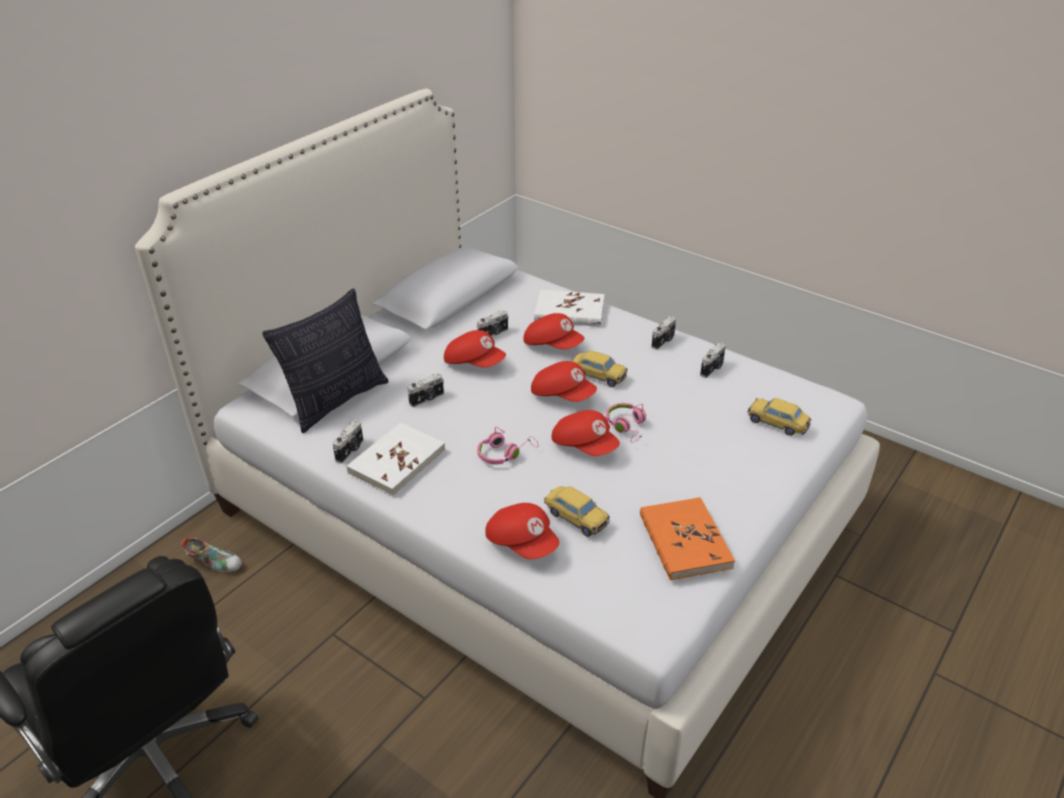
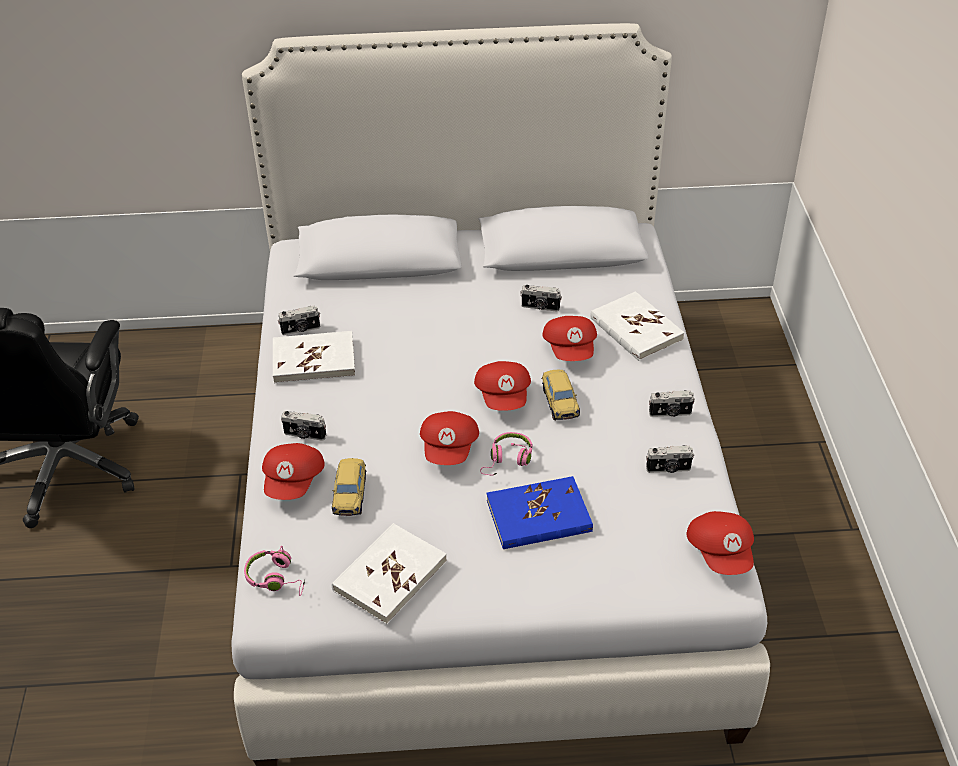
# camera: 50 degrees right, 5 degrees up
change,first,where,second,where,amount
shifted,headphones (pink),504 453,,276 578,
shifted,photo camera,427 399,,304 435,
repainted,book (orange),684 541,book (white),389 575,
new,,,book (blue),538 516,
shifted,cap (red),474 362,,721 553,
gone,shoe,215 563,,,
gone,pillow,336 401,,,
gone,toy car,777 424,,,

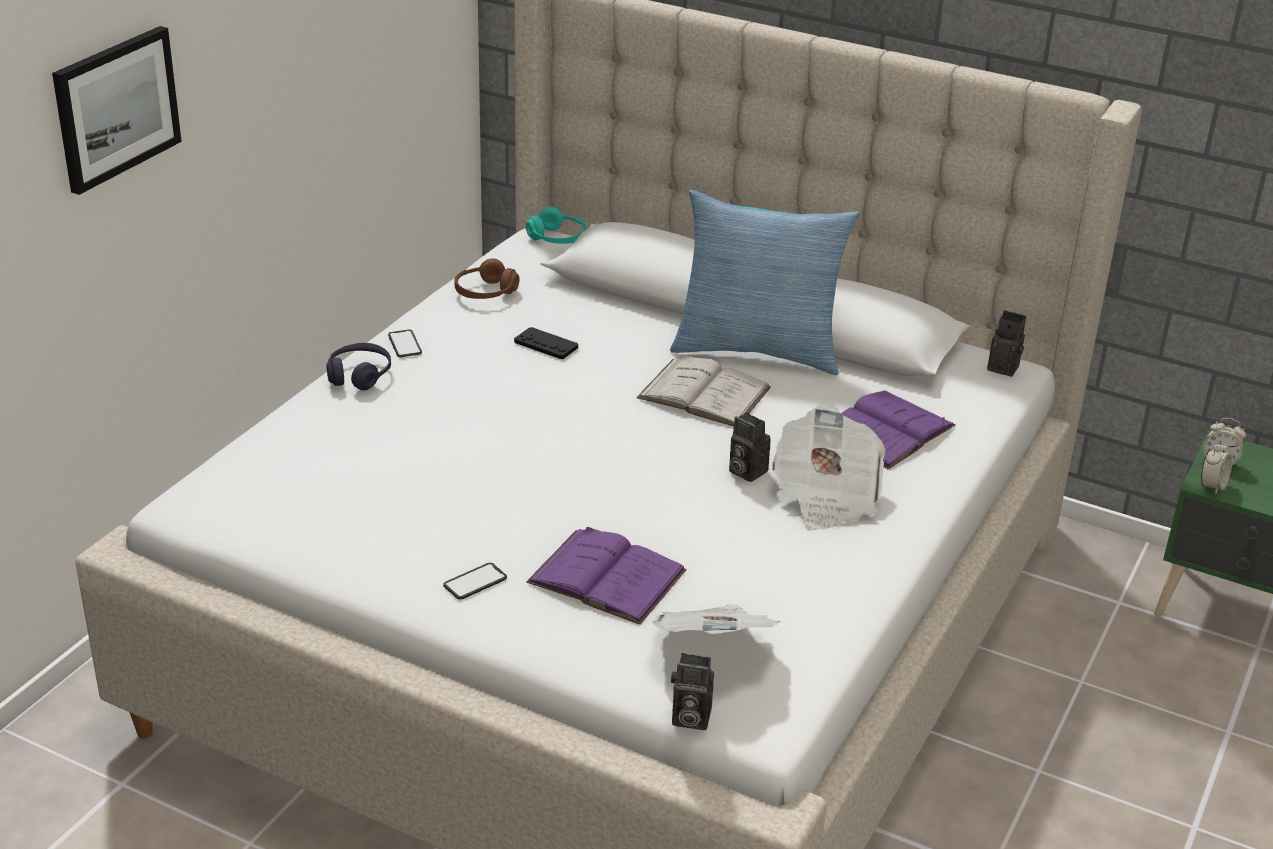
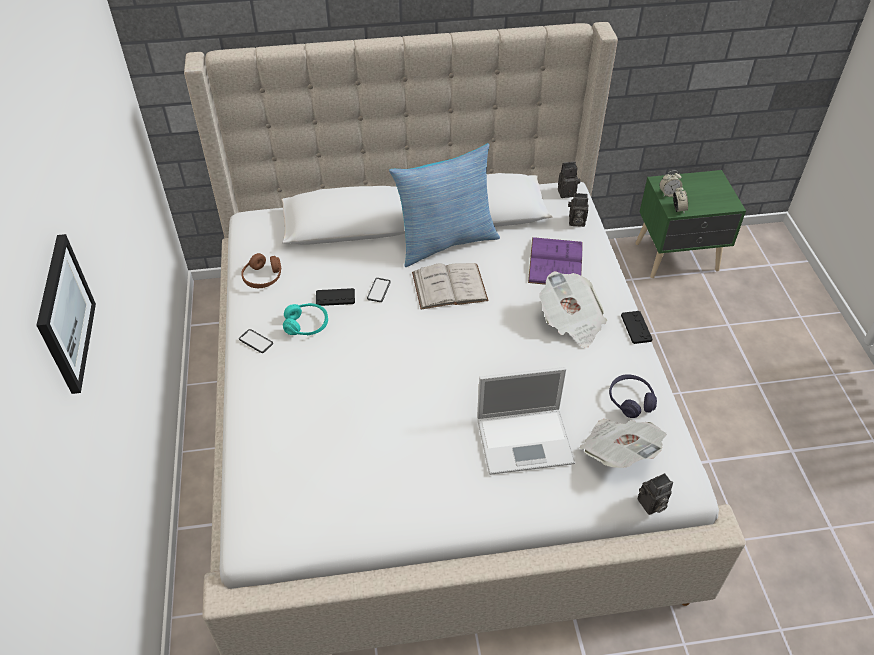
# camera: 35 degrees left, 15 degrees up
change,first,where,second,where,amount
shifted,headphones (turquoise),557 238,,306 325,
shifted,phone,475 582,,378 290,
swapped,book (purple),606 576,laptop,526 440,
shifted,photo camera,745 471,,575 222,
shifted,headphones (purple),359 375,,630 400,
new,,,game controller (black),636 328,

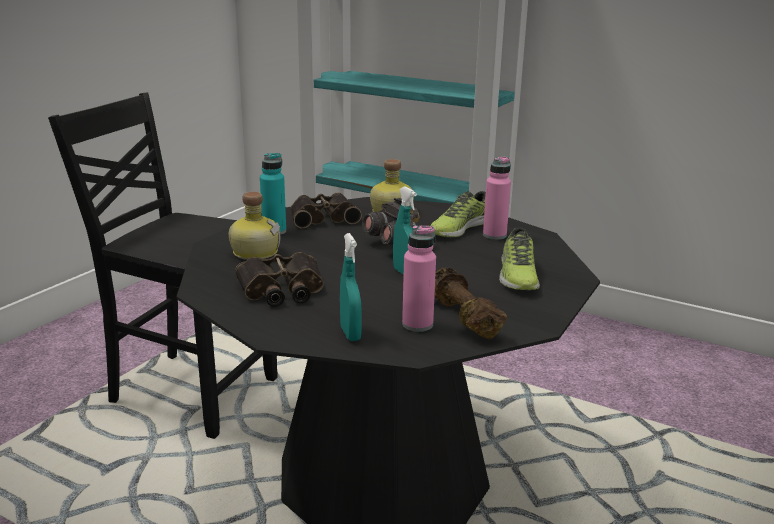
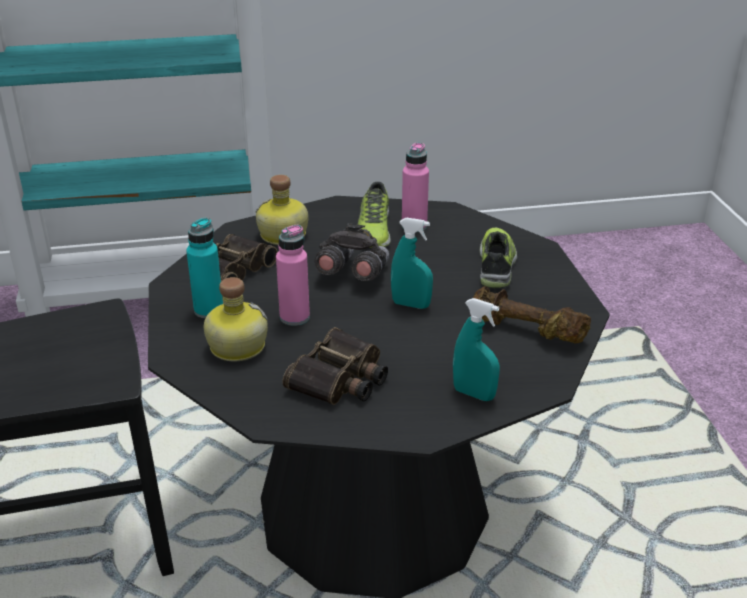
# camera: 40 degrees left, 10 degrees up
change,first,where,second,where,amount
shifted,bottle (pink),417 324,,294 317,
rotated,shoe,517 275,,497 265,135 degrees counterclockwise

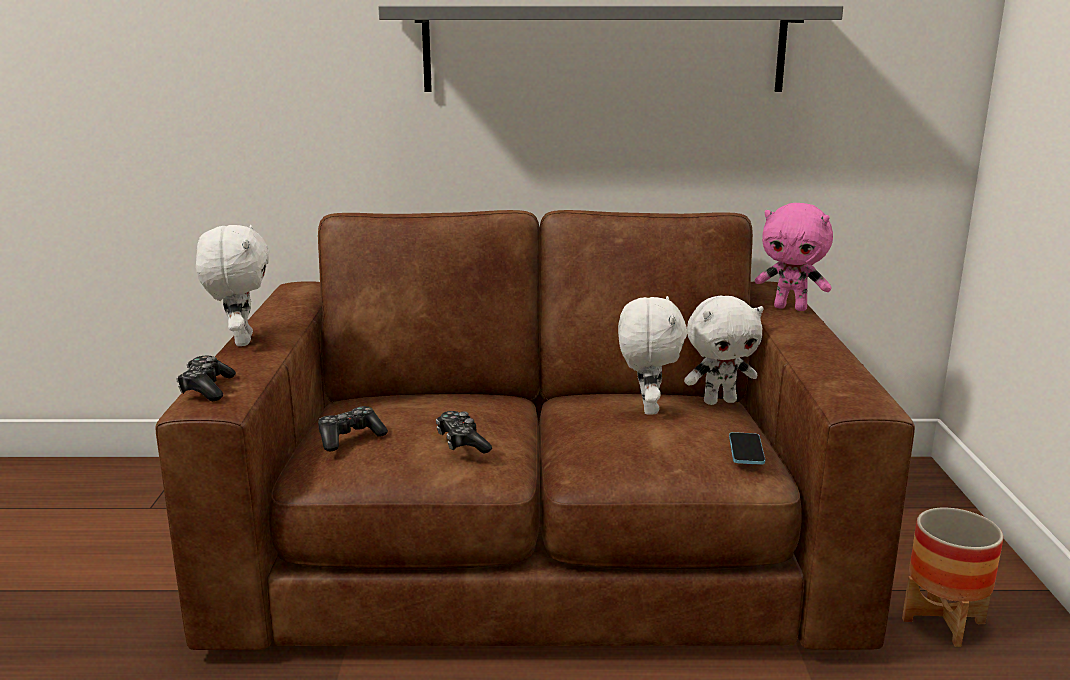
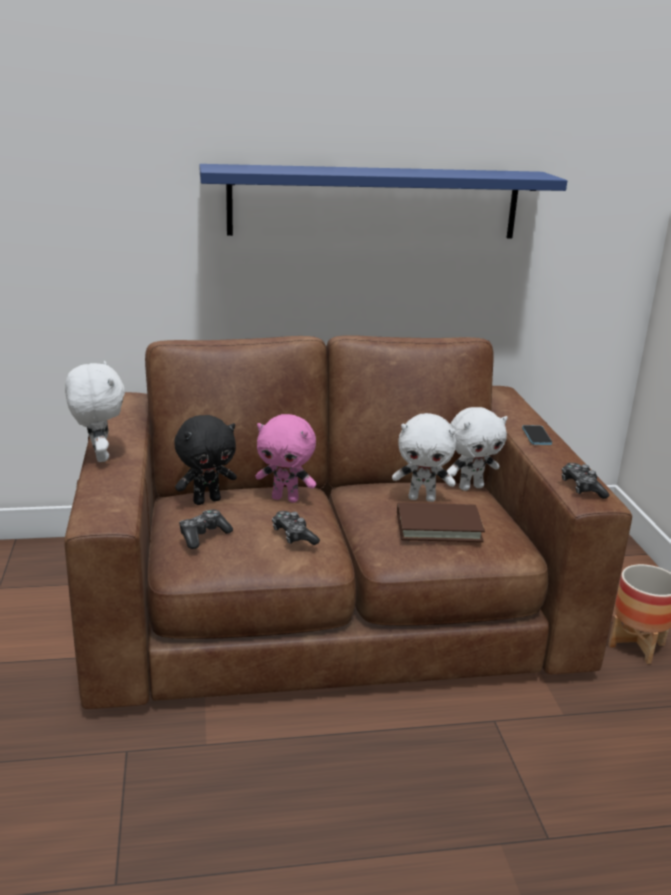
# camera: 10 degrees left, 5 degrees up
change,first,where,second,where,amount
new,,,plush toy (black),207 500,
repainted,shelf (grey),604 49,shelf (blue),375 202,
shifted,plush toy (pink),791 308,,286 498,
rotated,plush toy (white),647 409,,422 498,105 degrees clockwise
new,,,book (brown),438 527,
shifted,phone,746 450,,536 436,
shifted,game controller,207 389,,581 488,

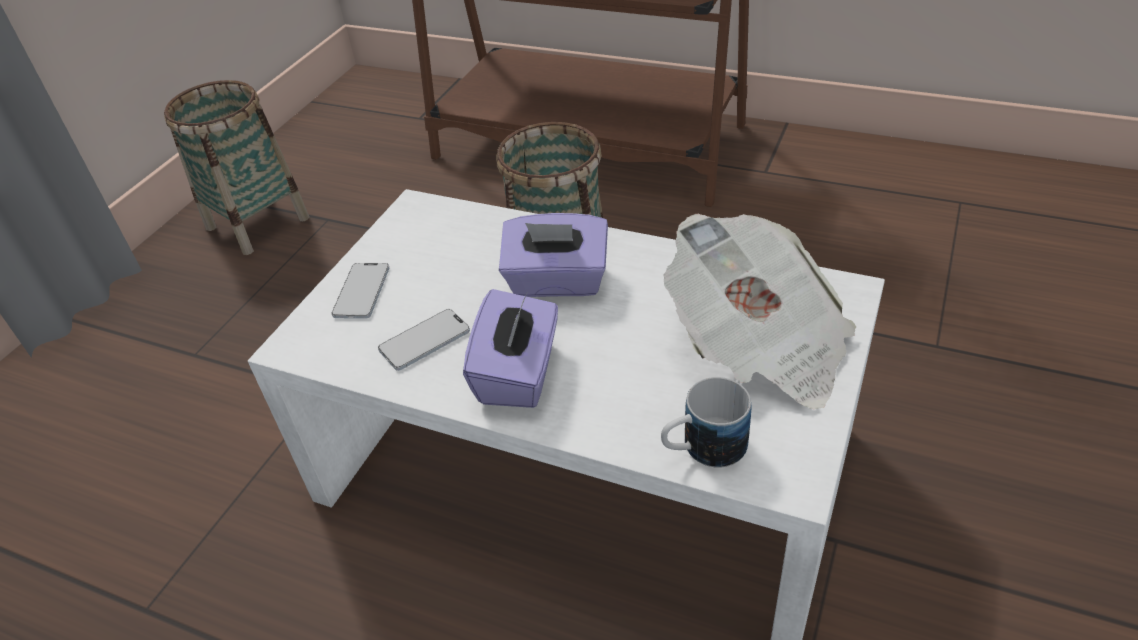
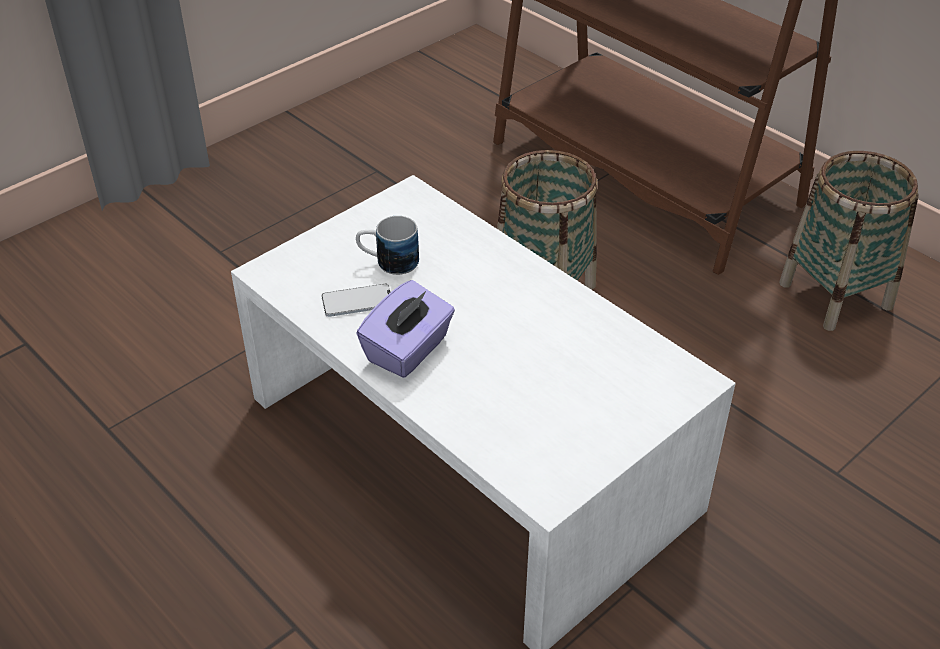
# camera: 20 degrees right, 0 degrees up
change,first,where,second,where,amount
shifted,mug,702 449,,388 262,
shifted,basket,258 223,,835 295,
gone,phone,362 292,,,
gone,tissue box (purple),557 282,,,
gone,newspaper,759 345,,,

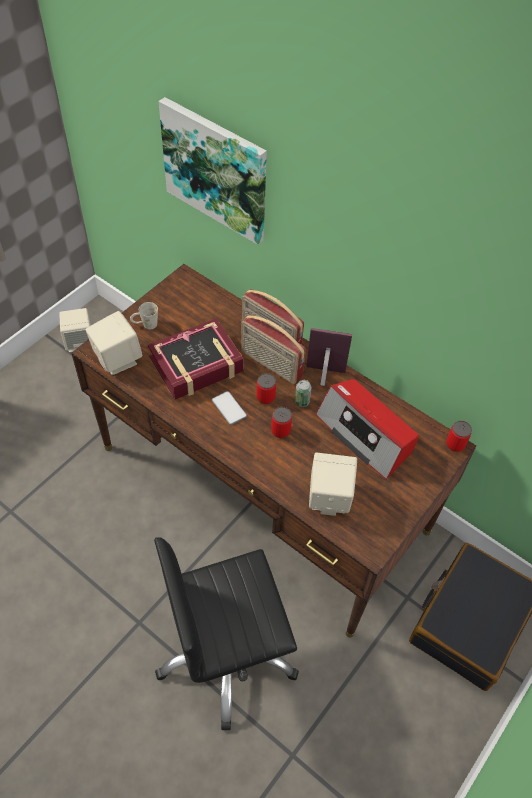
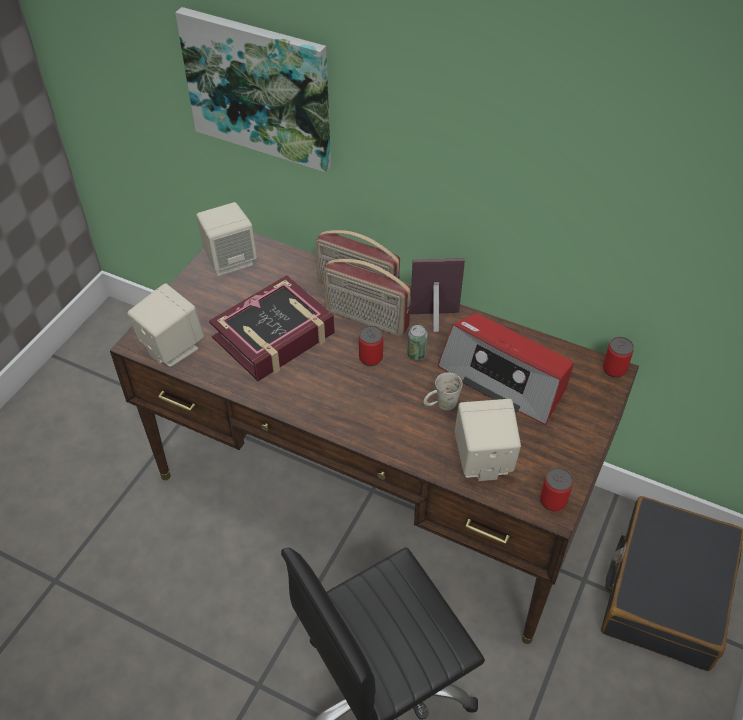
# camera: 10 degrees left, 5 degrees down
change,first,where,second,where,amount
shifted,speaker (beige),80 342,,230 260,
shifted,mug (white),145 325,,440 405,
shifted,can,280 431,,553 501,
gone,phone,229 408,,,

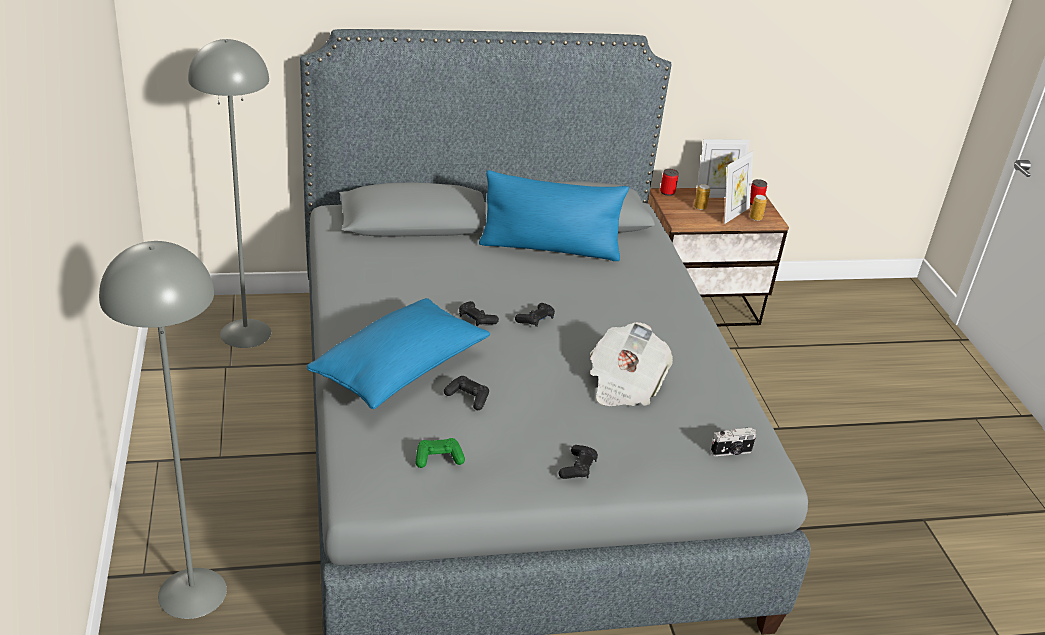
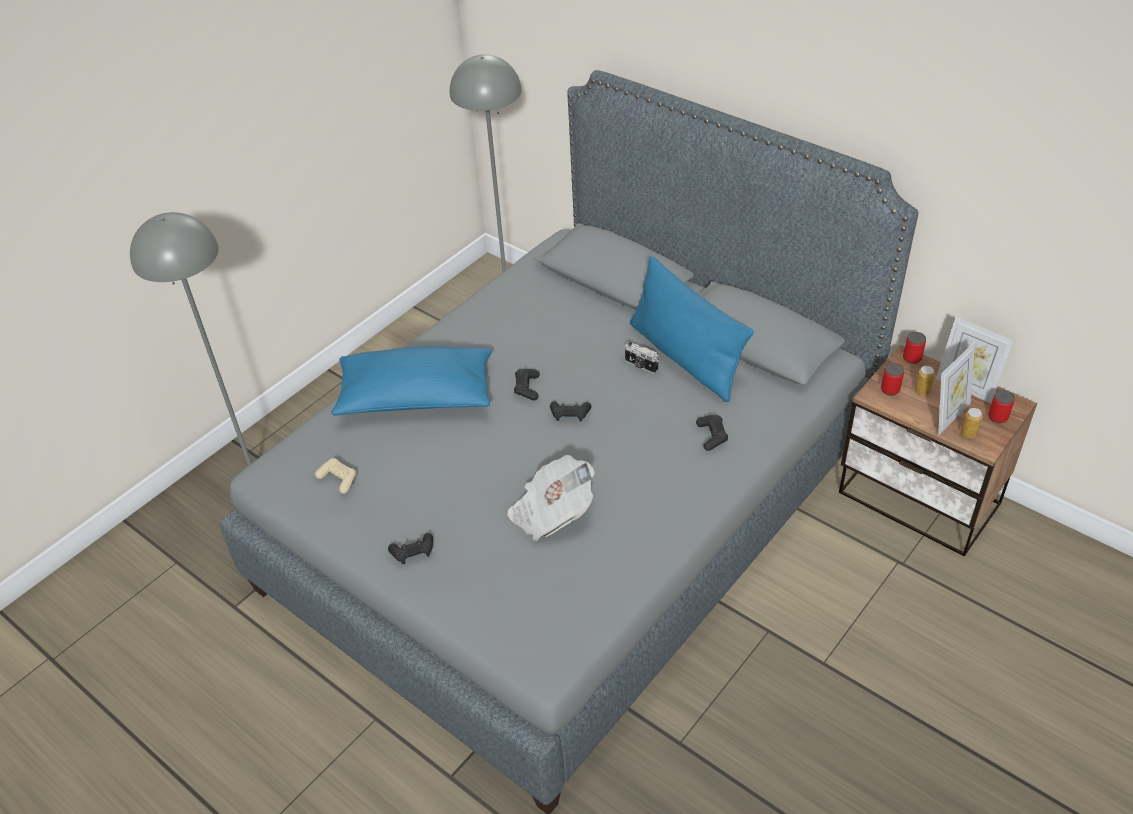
# camera: 55 degrees right, 10 degrees up
change,first,where,second,where,amount
repainted,game controller (green),438 458,game controller (beige),338 479,
shifted,photo camera,731 452,,641 366,
shifted,game controller (black),468 397,,712 436,
new,,,can,890 389,
rotated,picture frame,732 214,,949 416,45 degrees counterclockwise

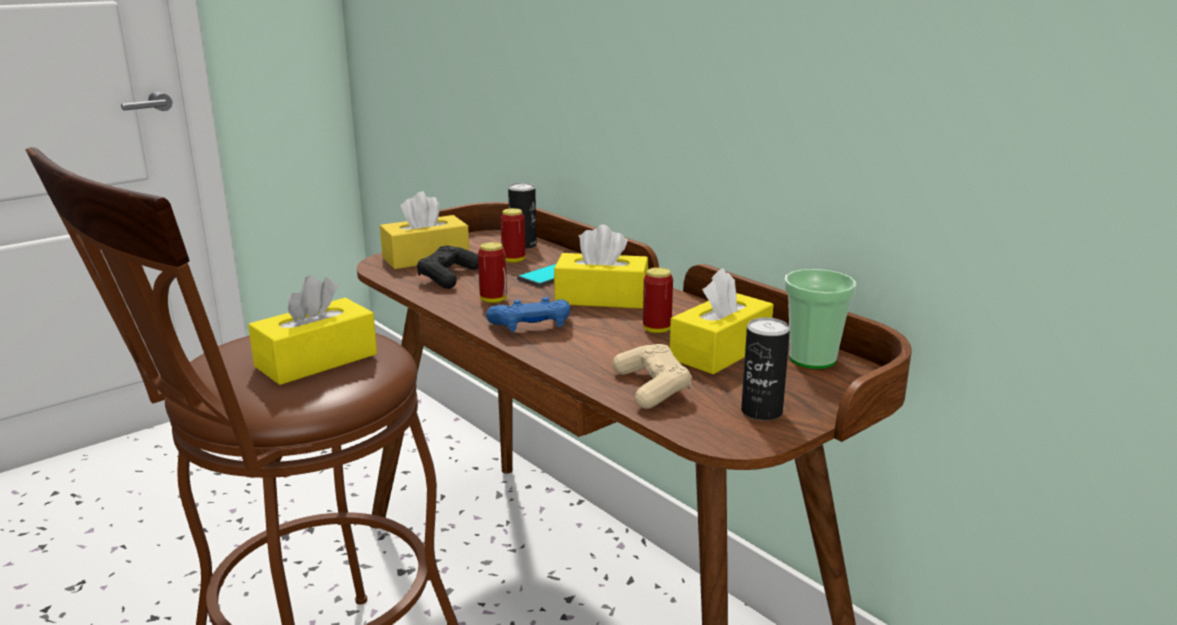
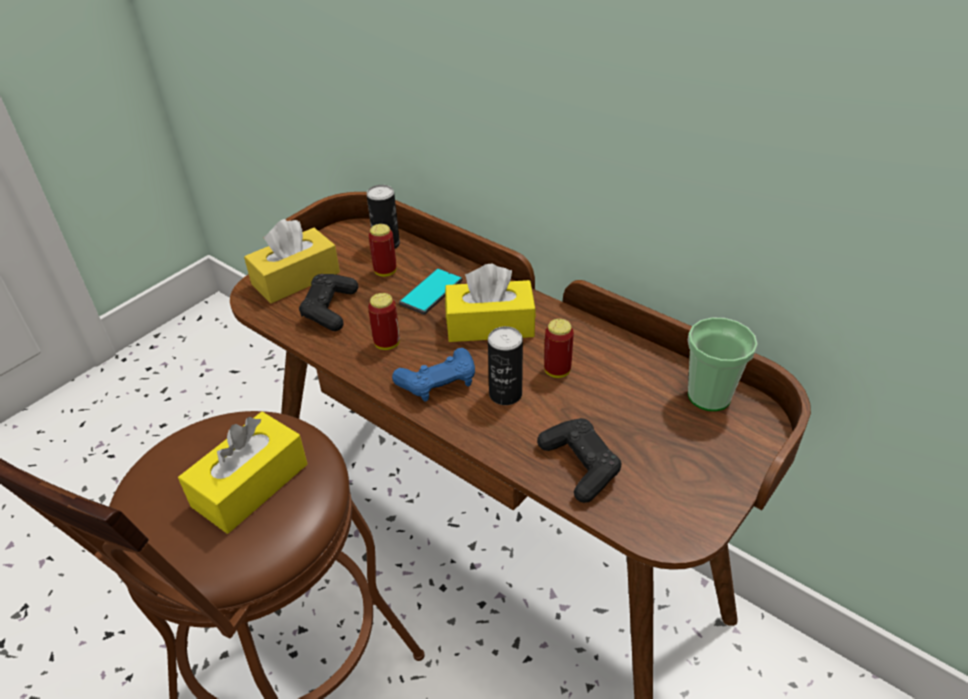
# camera: 10 degrees left, 20 degrees up
change,first,where,second,where,amount
shifted,can,761 411,,505 394,
repainted,game controller (beige),652 387,game controller (black),580 466,
gone,tissue box (yellow),720 351,,,

